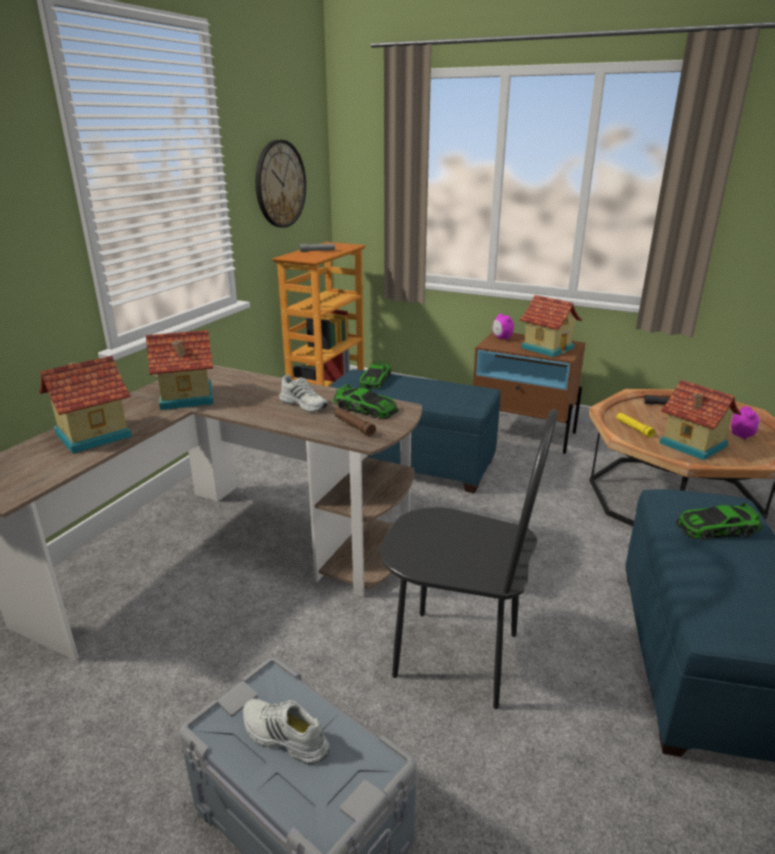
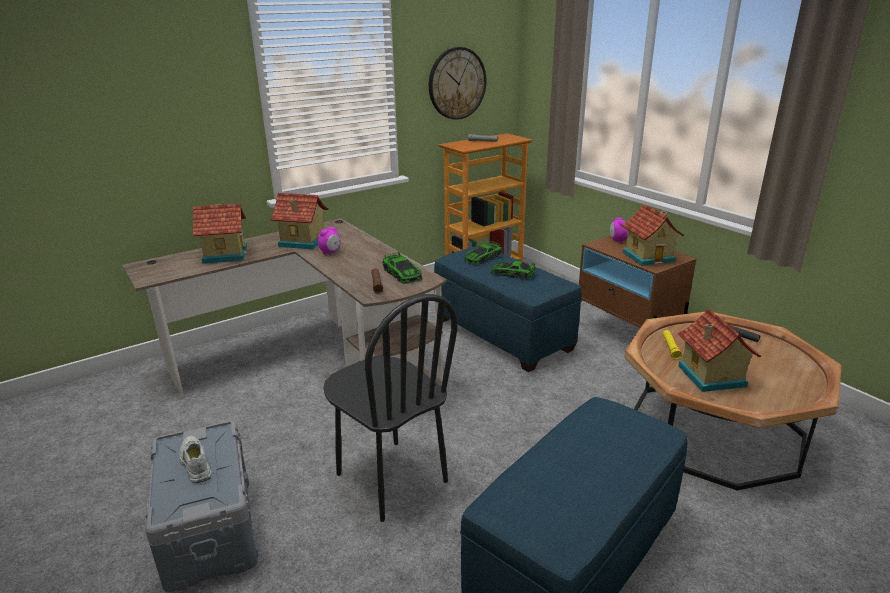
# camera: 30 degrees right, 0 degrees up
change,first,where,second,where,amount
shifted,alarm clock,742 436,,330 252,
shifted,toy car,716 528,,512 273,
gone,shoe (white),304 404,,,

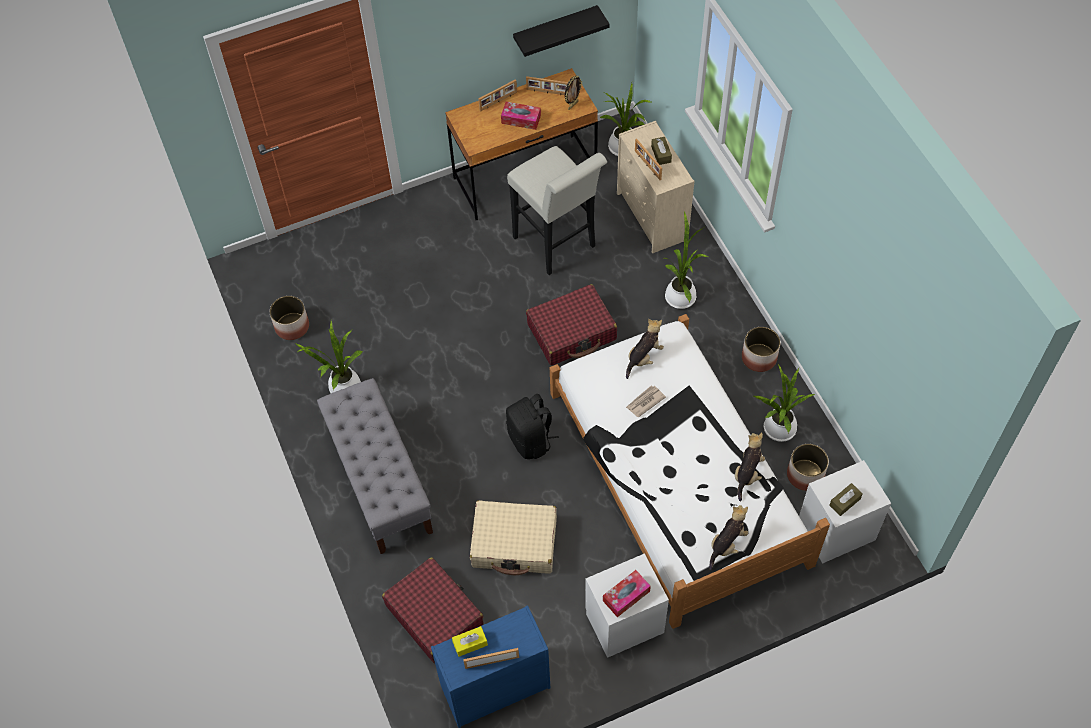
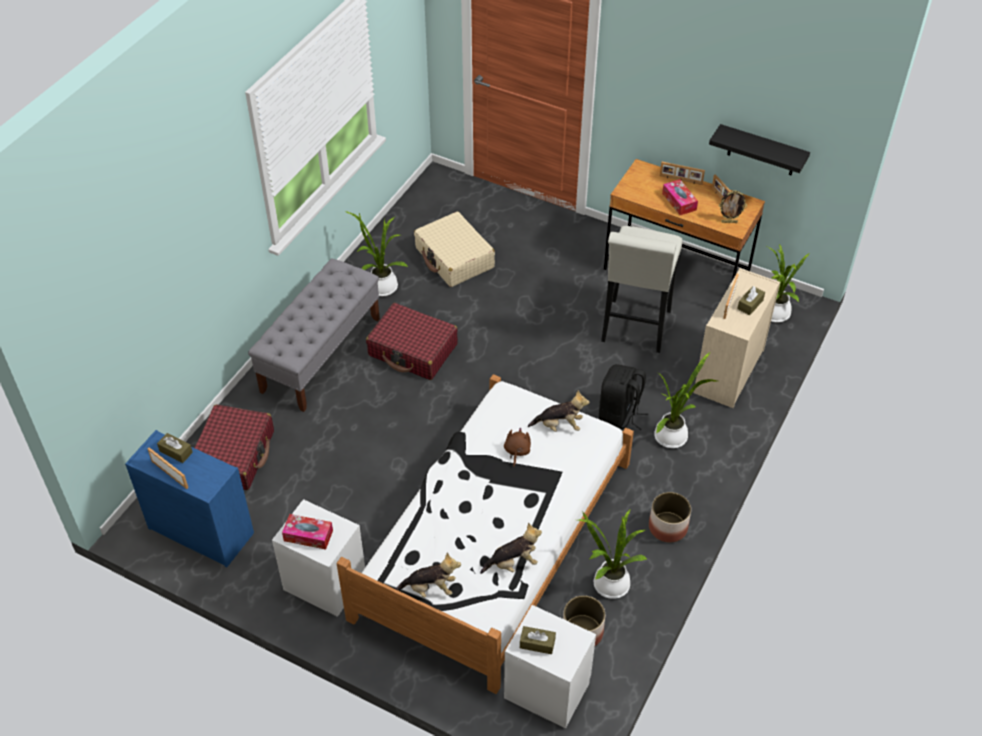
# camera: 50 degrees right, 10 degrees down
change,first,where,second,where,amount
repainted,tissue box (yellow),470 643,tissue box (brown),176 452,
shifted,suitcase (red),572 332,,413 350,
shifted,suitcase (beige),515 543,,454 258,
swapped,newspaper,645 402,plush toy (brown),517 451,
shifted,backpack (black),531 440,,619 415,
gone,planter,292 326,,,

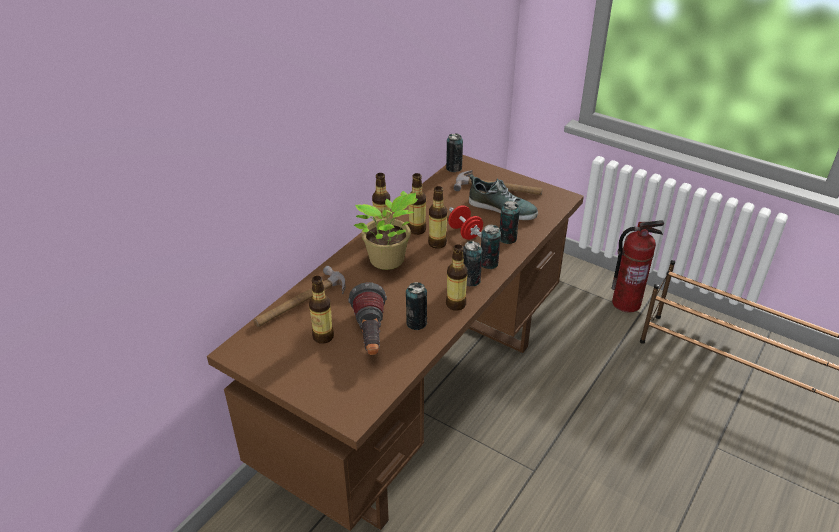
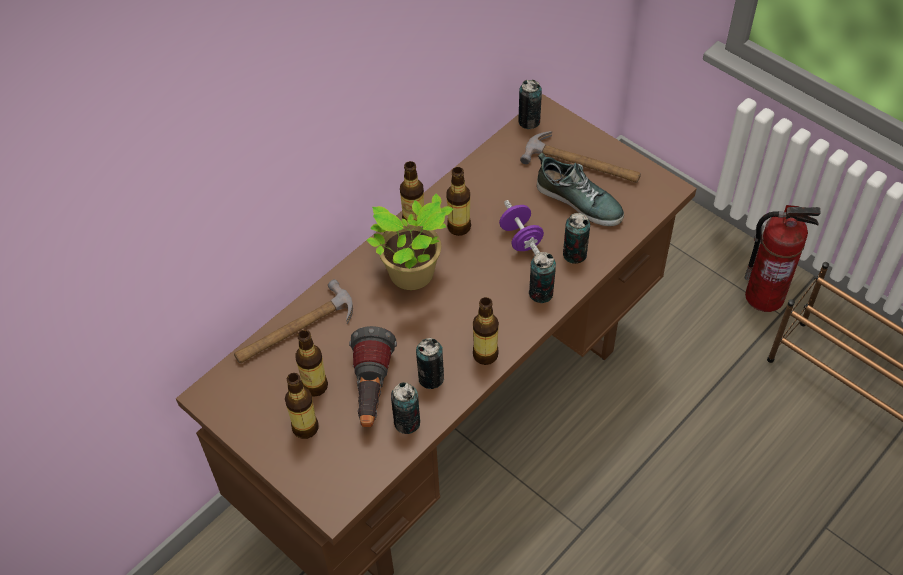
# camera: 10 degrees right, 15 degrees up
change,first,where,second,where,amount
shifted,bottle,437 243,,305 428,
shifted,can,470 280,,407 422,
repainted,dumbbell (red),465 233,dumbbell (purple),520 238,

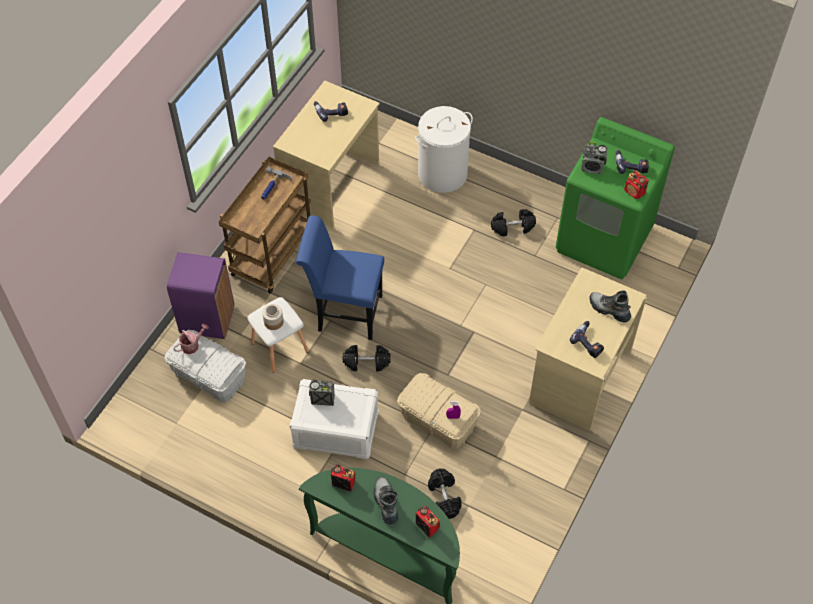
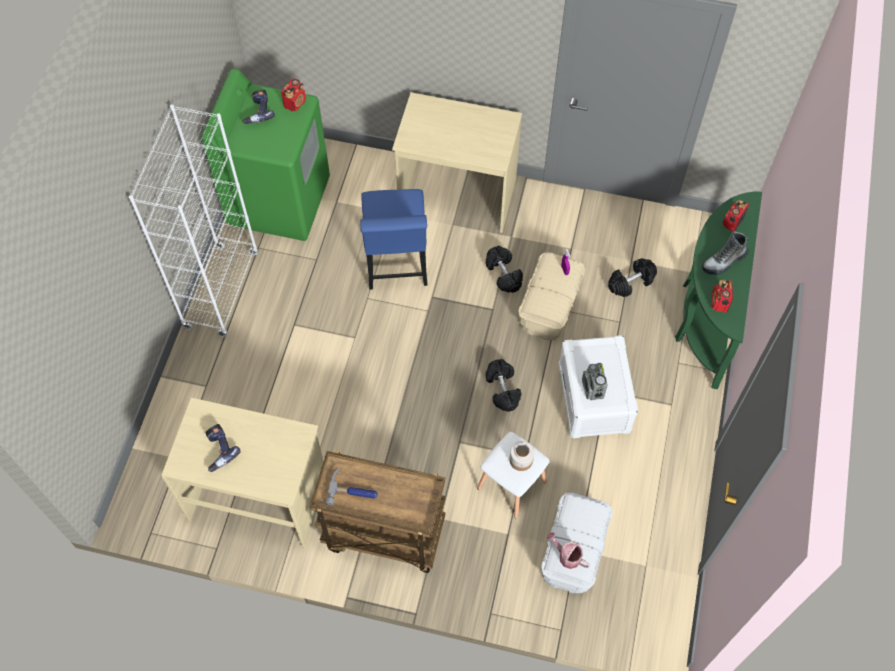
# camera: 105 degrees left, 5 degrees up
change,first,where,second,where,amount
new,,,bookcase (white),221 290,
shifted,chair (blue),344 312,,397 267,
shifted,dumbbell (black),512 228,,504 274,
gone,trash can (purple),207 319,,,
gone,laundry basket (white),442 173,,,
gone,power drill,589 342,,,
gone,radio,592 168,,,
gone,boot,609 309,,,

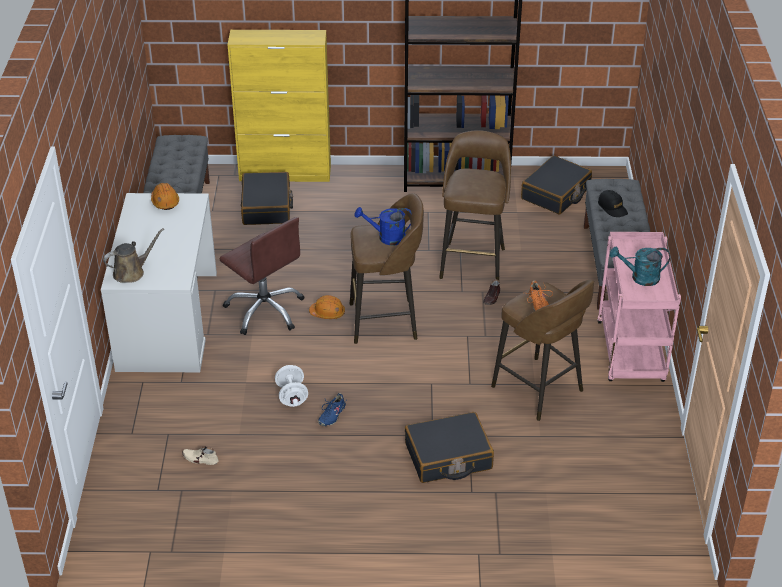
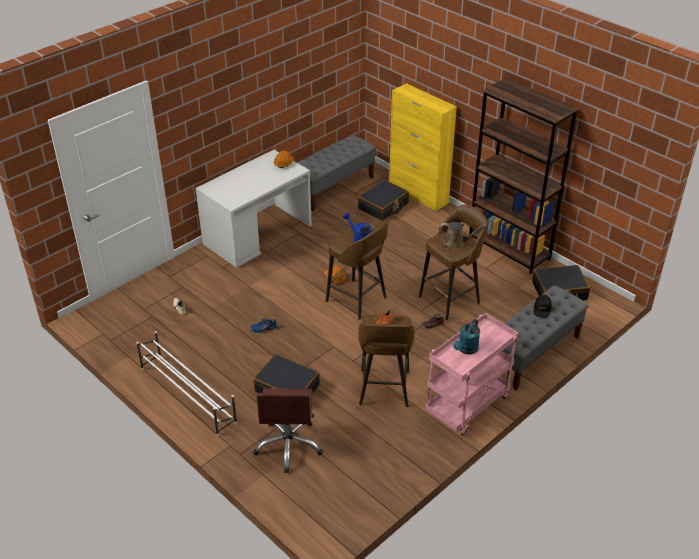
# camera: 45 degrees right, 0 degrees up
change,first,where,second,where,amount
new,,,shoe rack (white),187 394,
shifted,office chair (brown),265 310,,289 445,
shifted,watering can (brown),131 272,,456 243,
rotated,watering can (turquoise),640 277,,466 350,105 degrees counterclockwise
gone,dumbbell (white),292 396,,,

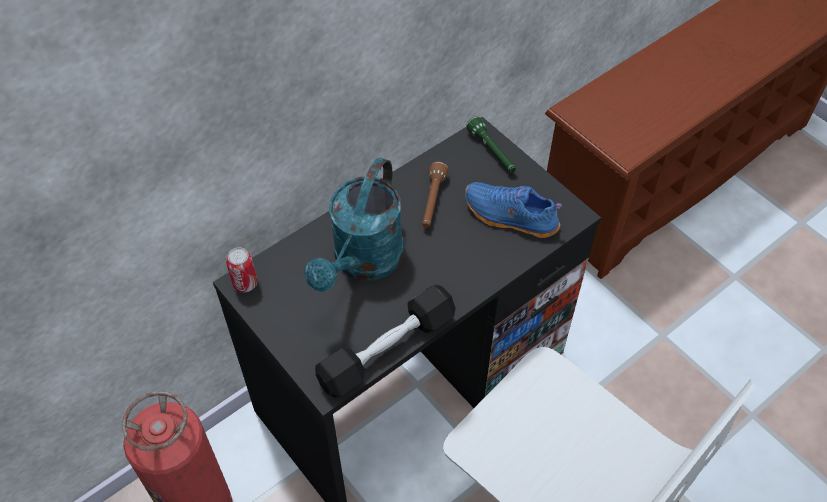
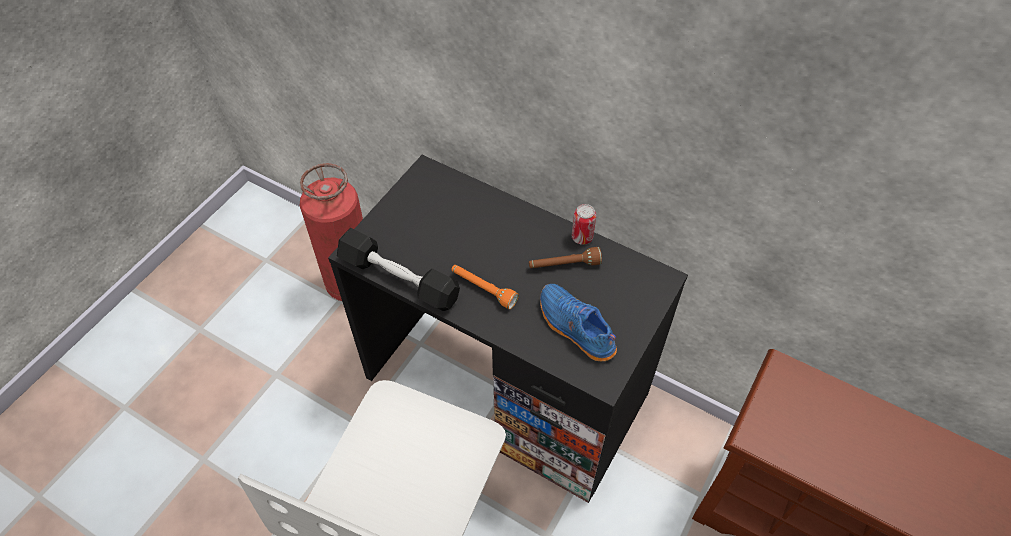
# camera: 70 degrees right, 0 degrees up
change,first,where,second,where,amount
new,,,flashlight (orange),483 289,
rotated,shoe (blue),510 217,,574 328,45 degrees counterclockwise
shifted,can,245 283,,582 237,
gone,watering can (turquoise),363 263,,,
gone,flashlight (green),492 152,,,

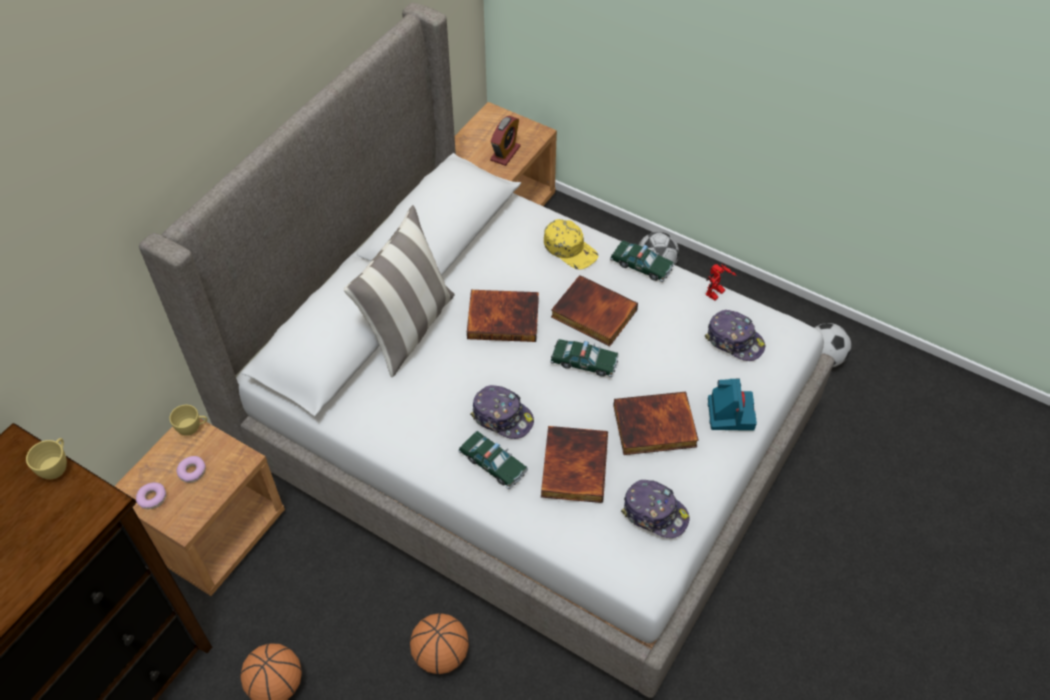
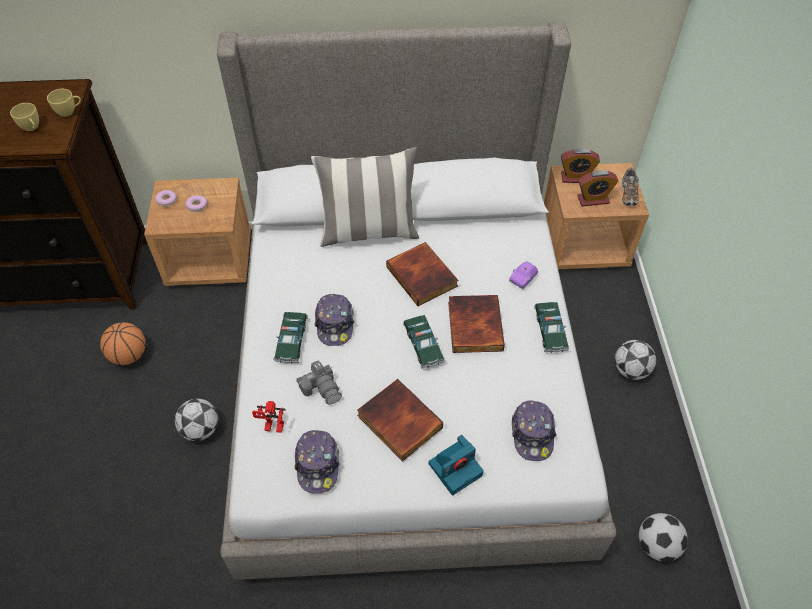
# camera: 55 degrees right, 0 degrees up
change,first,where,second,where,amount
shifted,cup (yellow),193 428,,32 128,
swapped,basketball,441 654,football,201 429,
shifted,toy robot,716 294,,272 428,
swapped,book,572 466,photo camera,322 388,
swapped,cap (yellow),570 249,toy car (purple),523 278,
new,,,alarm clock,575 178,
new,,,shoe,628 193,

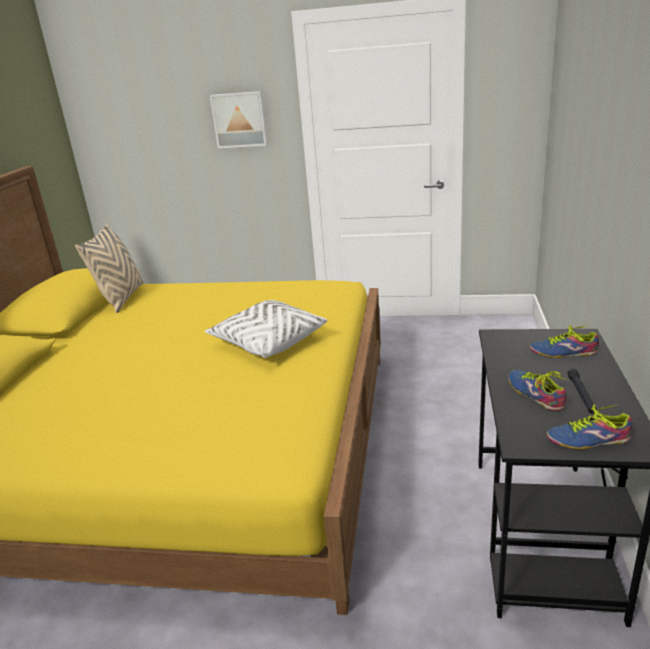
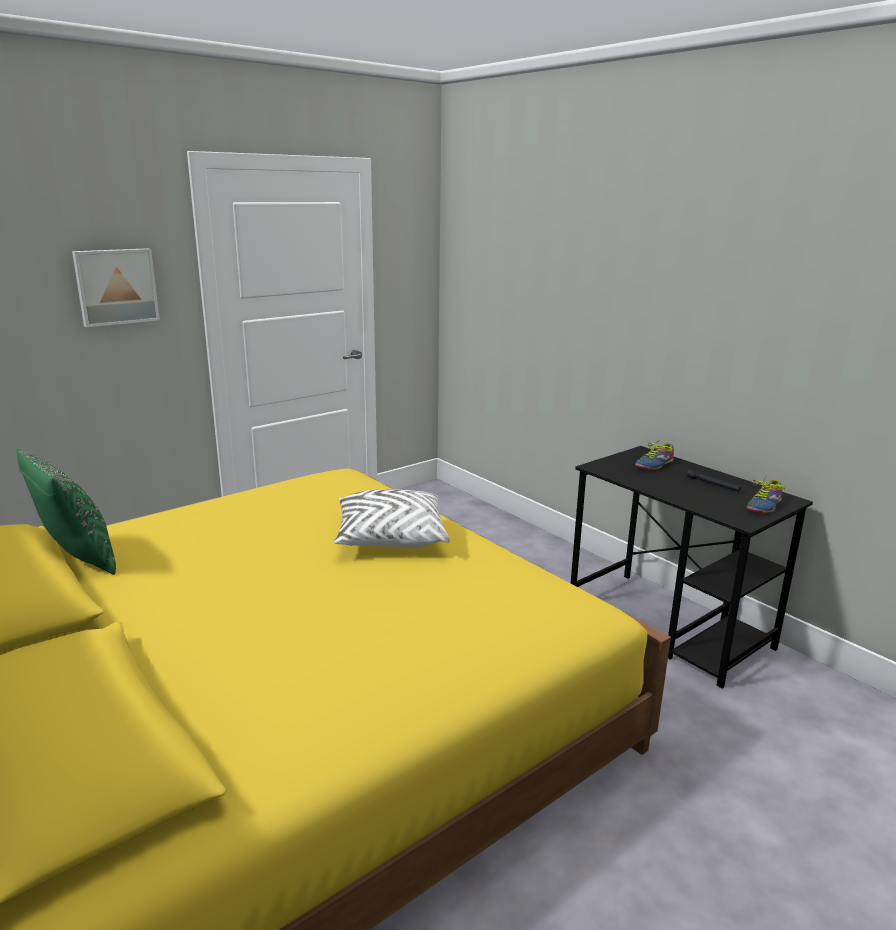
# camera: 50 degrees left, 5 degrees down
change,first,where,second,where,amount
repainted,pillow (beige),121 298,pillow (green),78 558,
gone,shoe,536 393,,,

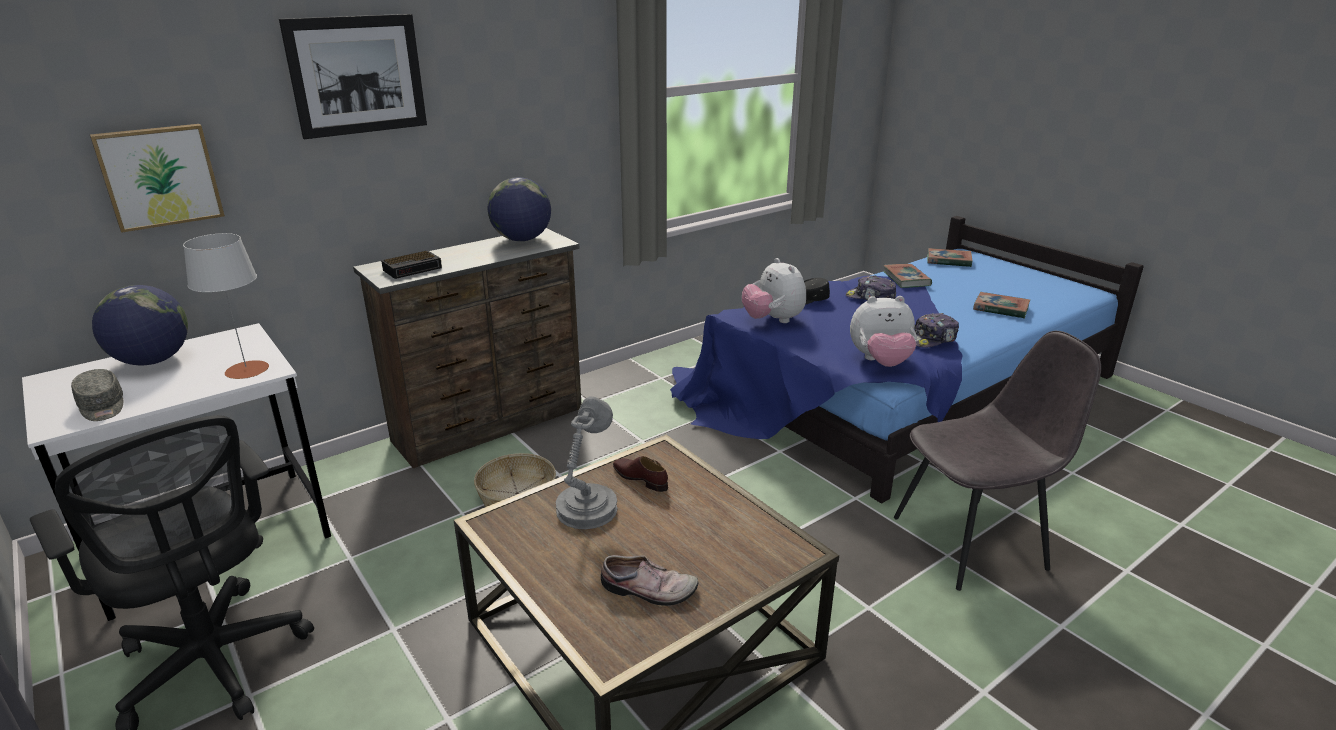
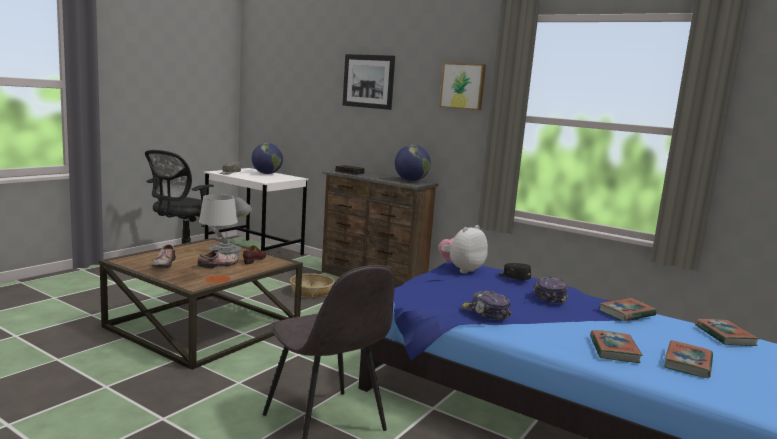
# camera: 70 degrees right, 15 degrees down
change,first,where,second,where,amount
new,,,shoe,219 265,
shifted,table lamp (grey),246 370,,217 279,
shifted,picture,159 176,,463 86,
new,,,book,688 363,
gone,plush toy,880 362,,,

